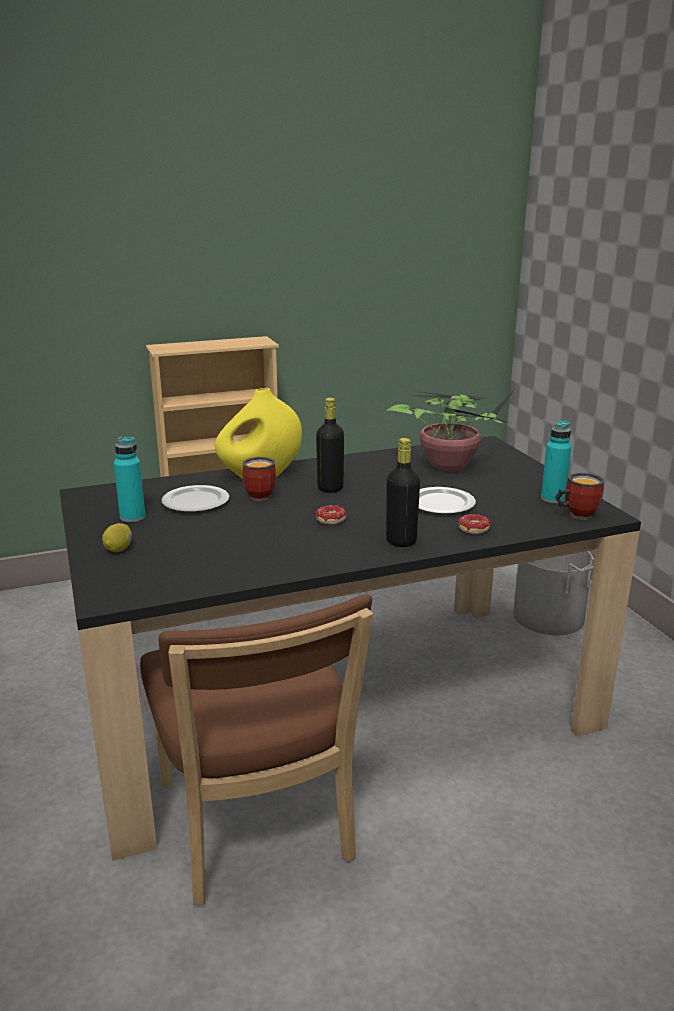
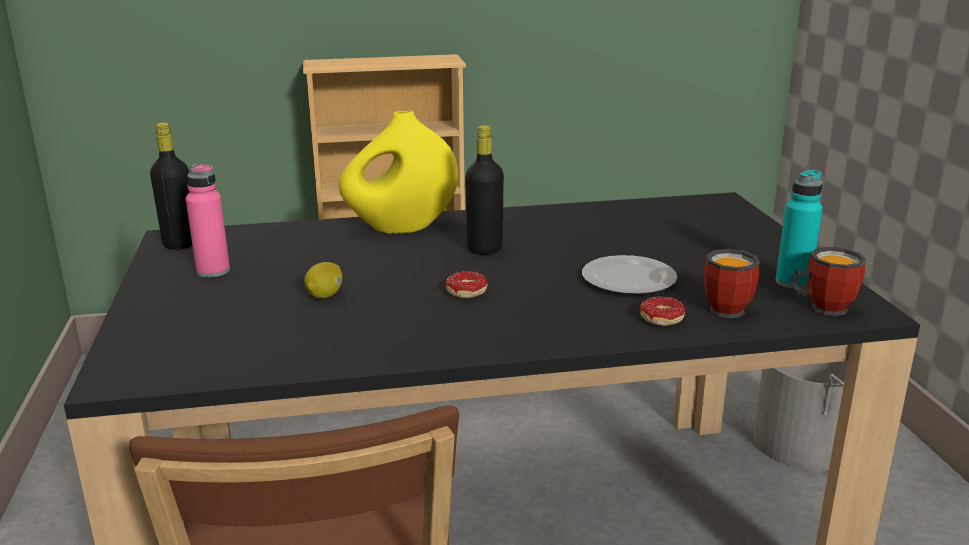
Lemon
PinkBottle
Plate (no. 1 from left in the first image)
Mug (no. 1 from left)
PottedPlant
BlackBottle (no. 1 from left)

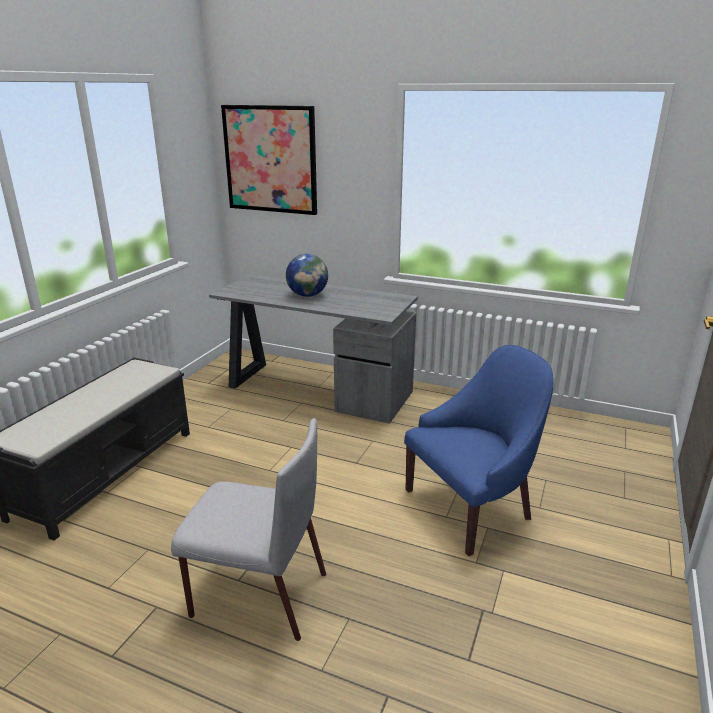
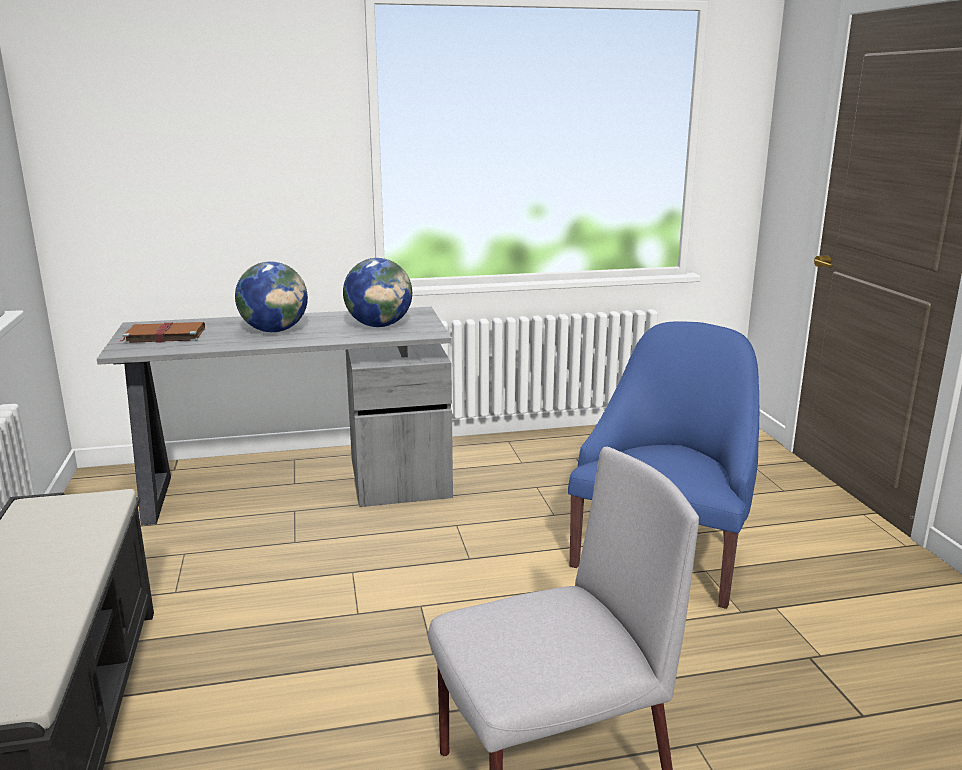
Picture
BrownBook
Globe (no. 2 from left)

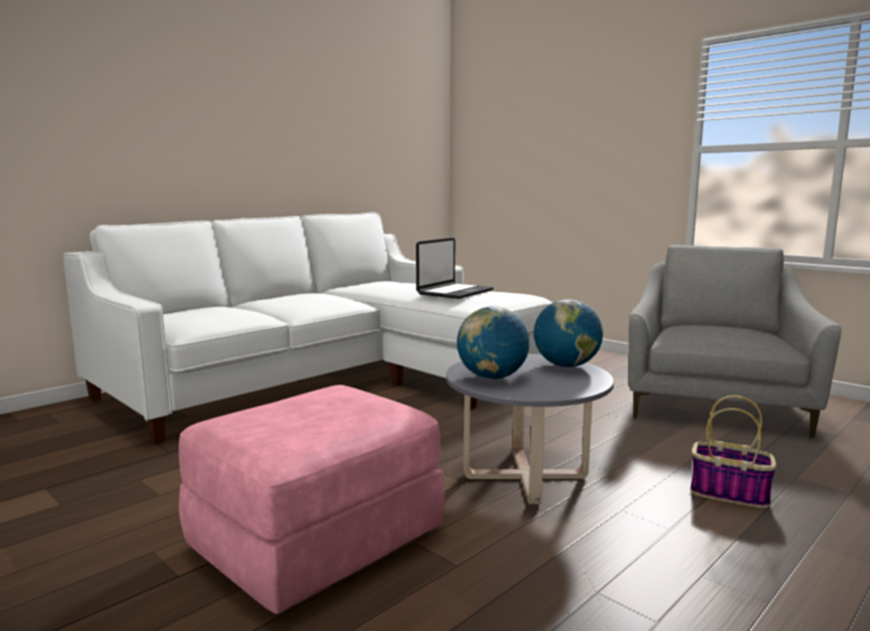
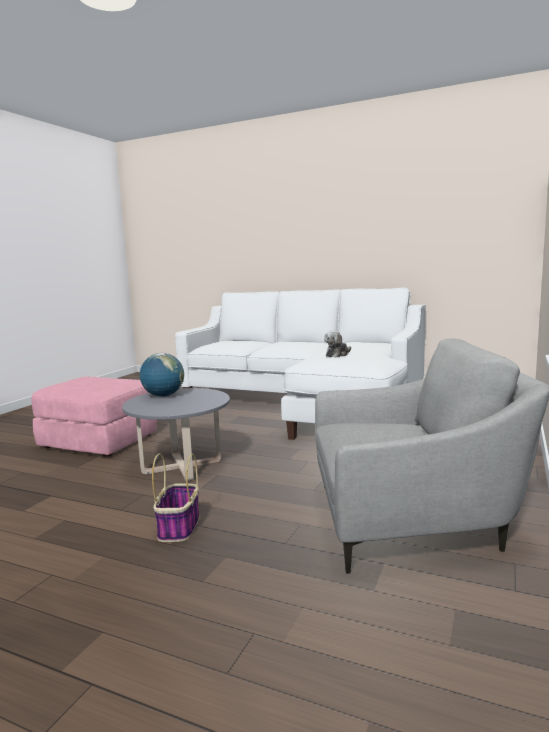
PlushToy
Globe (no. 2 from left in the first image)

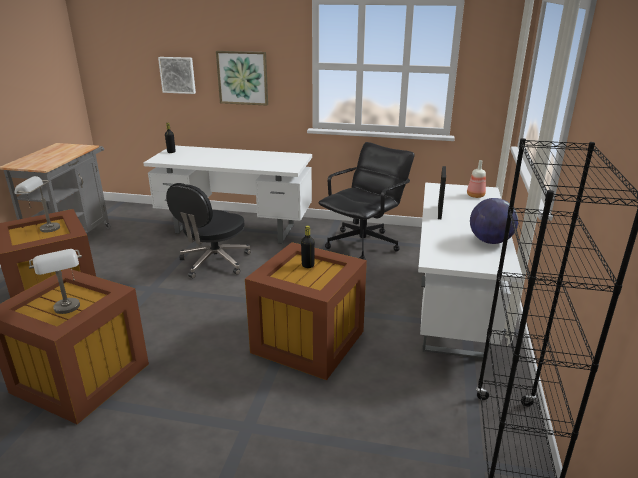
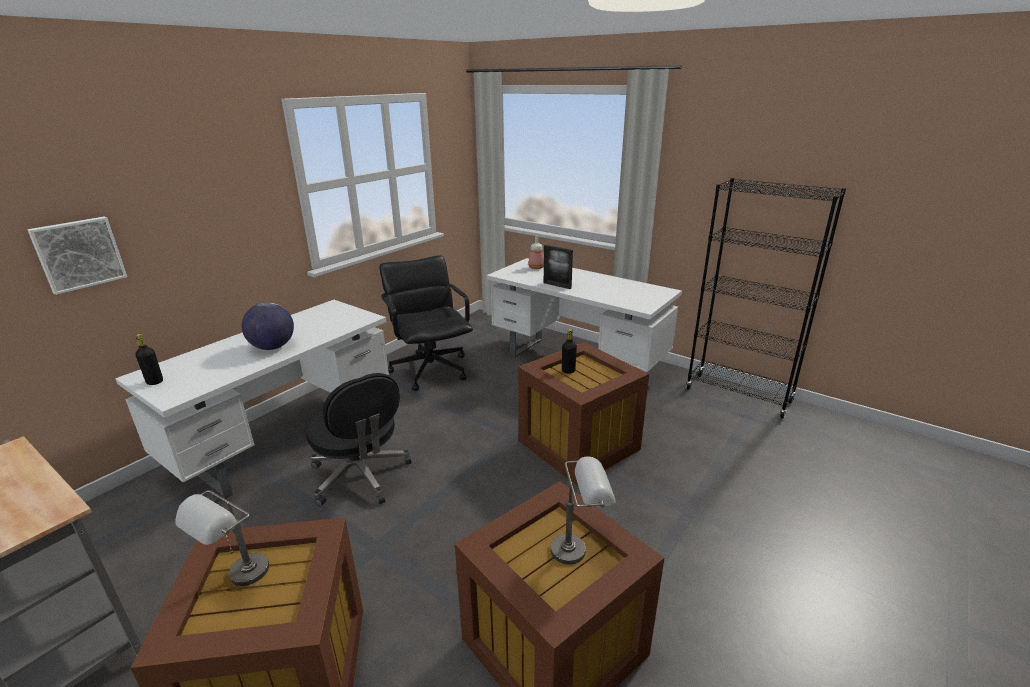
Picture (no. 2 from left in the first image)
Globe

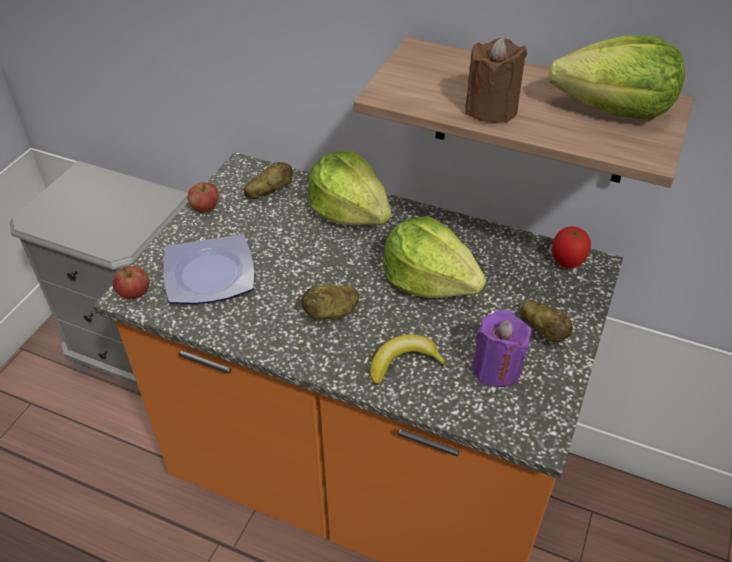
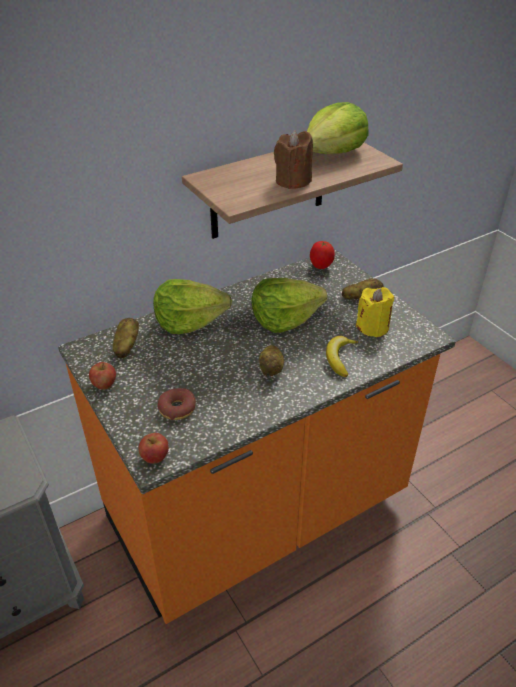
Donut
YellowCandle

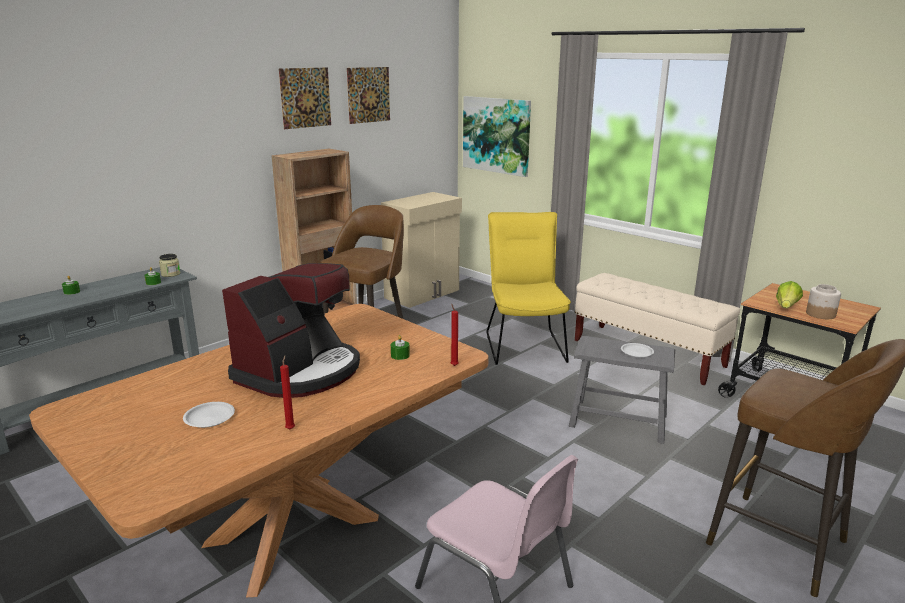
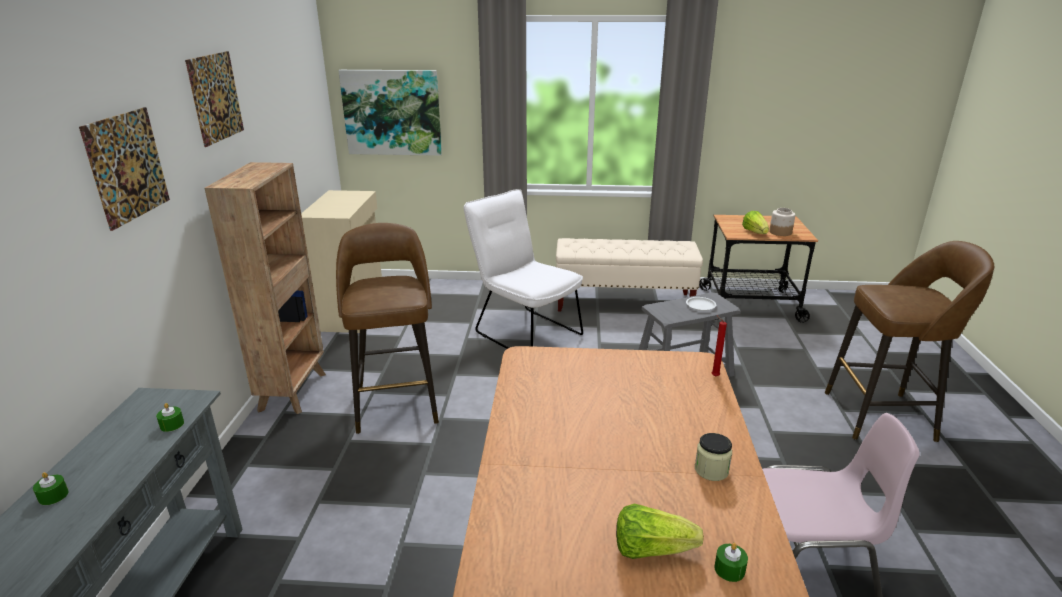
Jar (no. 1 from left)
Lettuce (no. 1 from left)
CoffeeMachine
RedCandle (no. 1 from left in the first image)
Picture (no. 1 from left)
GreenCandle (no. 3 from left)
WhiteChair

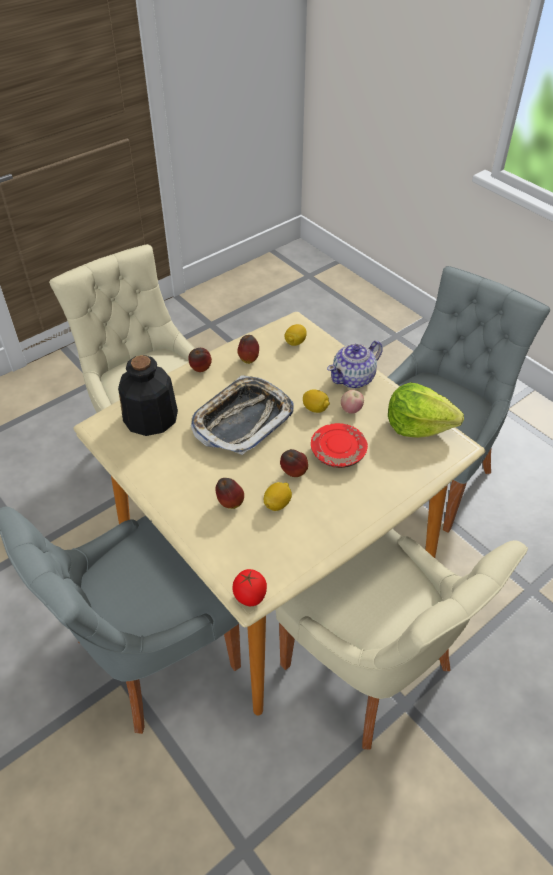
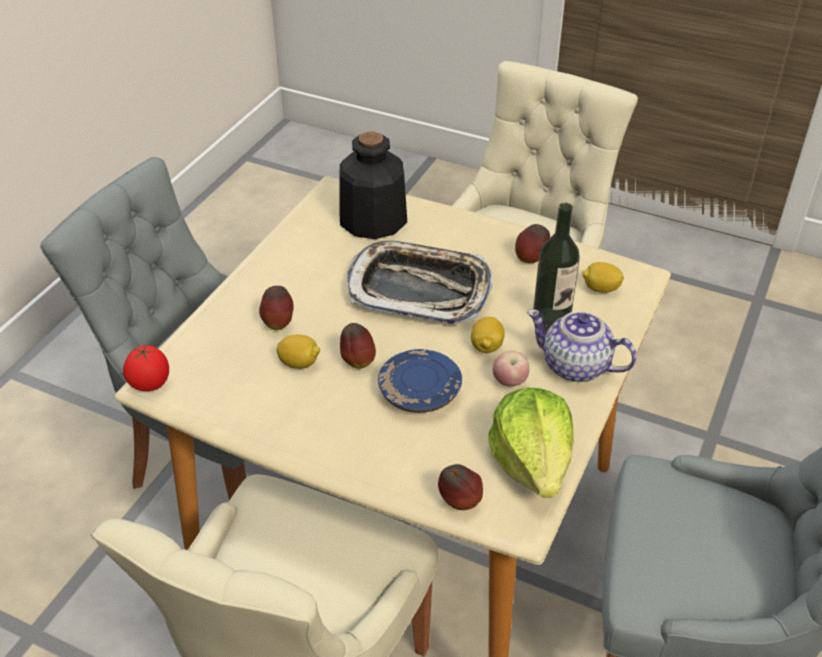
Apple (no. 3 from left)
BluePlate
Bottle (no. 2 from left)

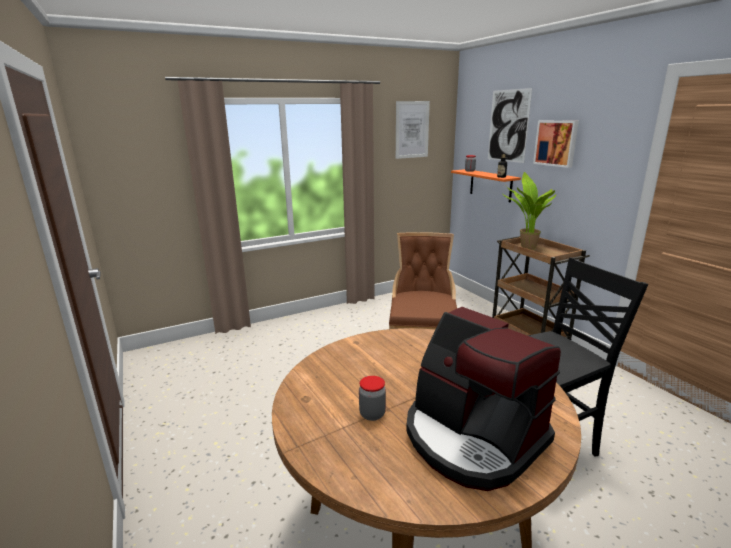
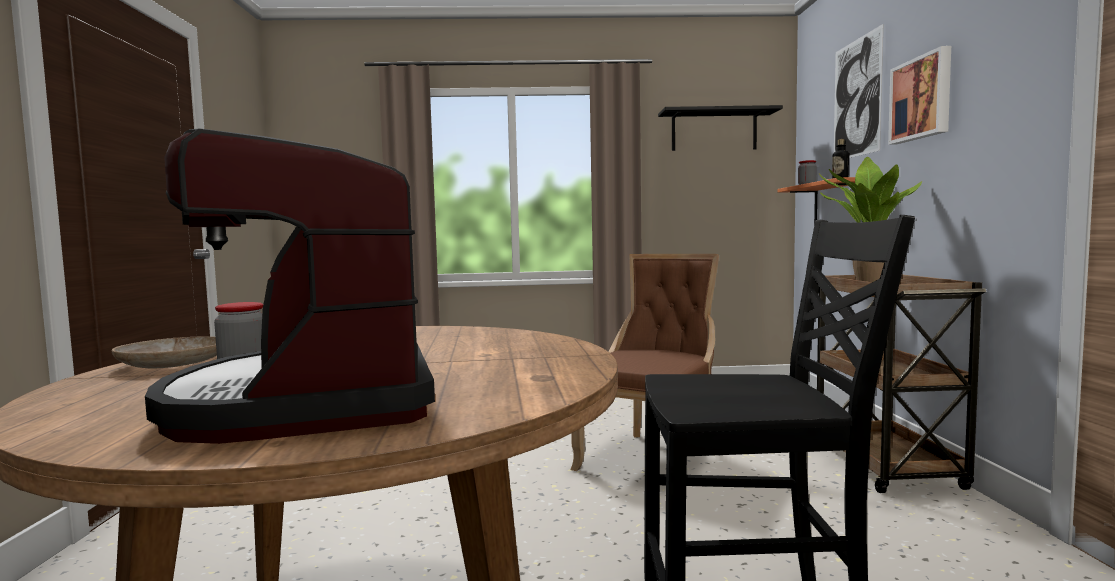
BlackShelf
BeigePlate

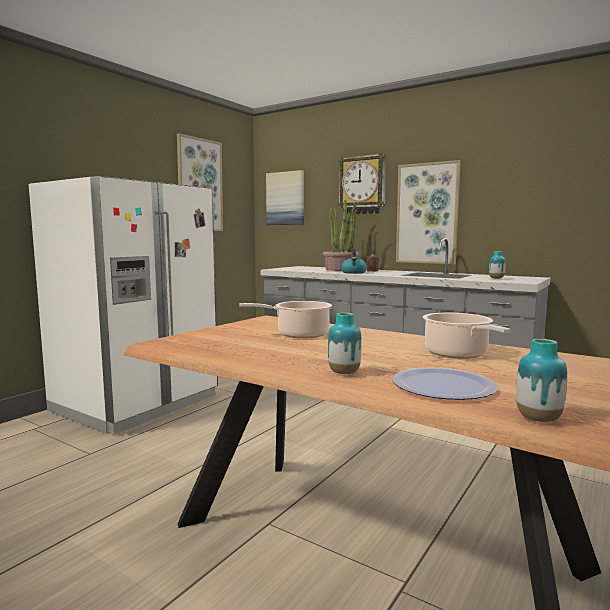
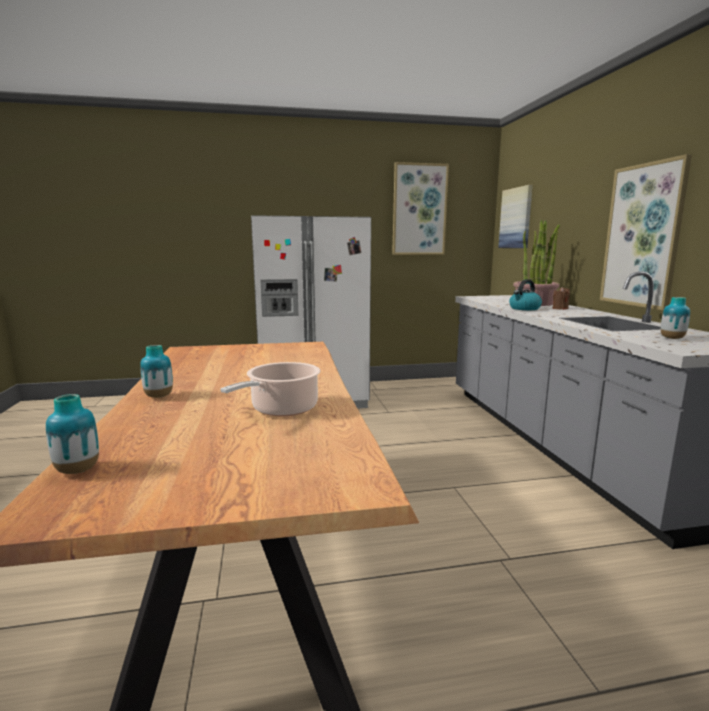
CookingPot (no. 1 from left in the first image)
WallClock
Plate

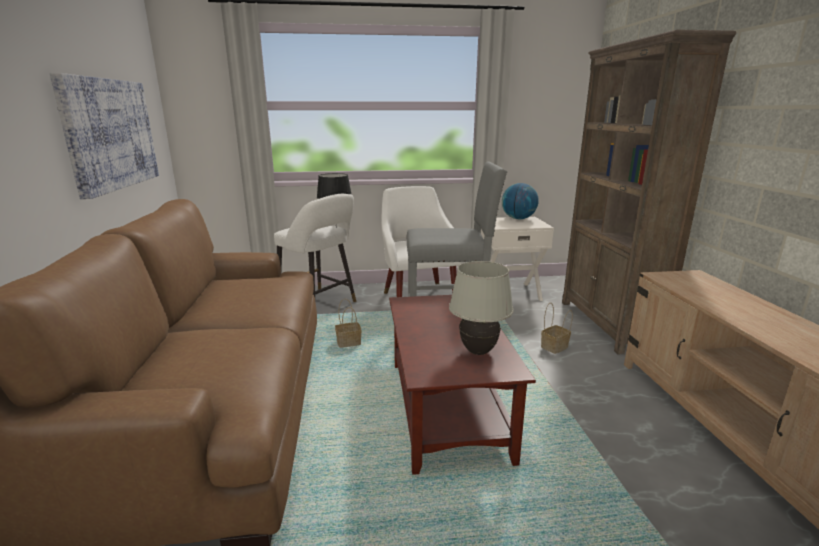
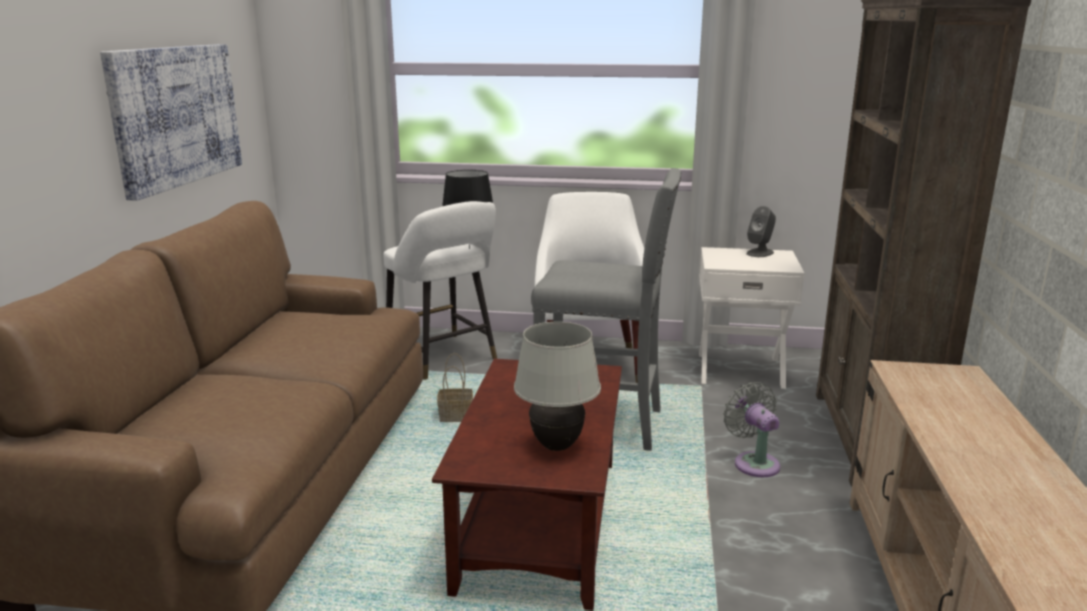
GreySpeaker
GreyFan

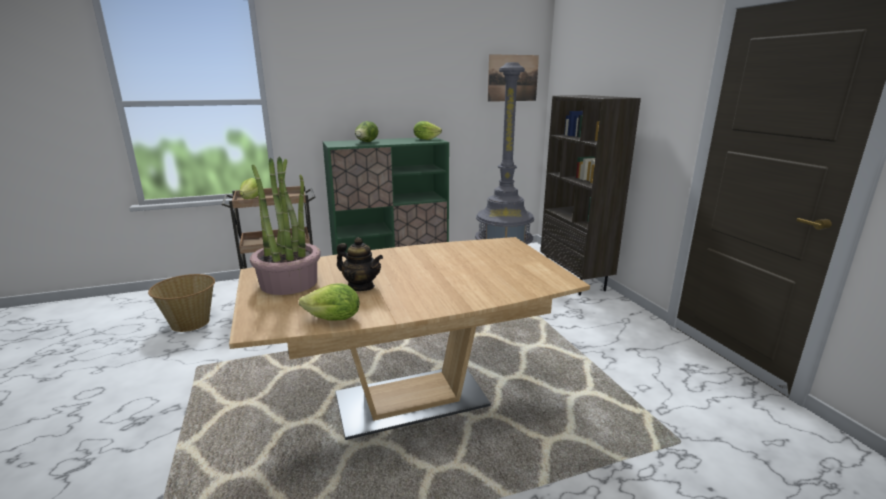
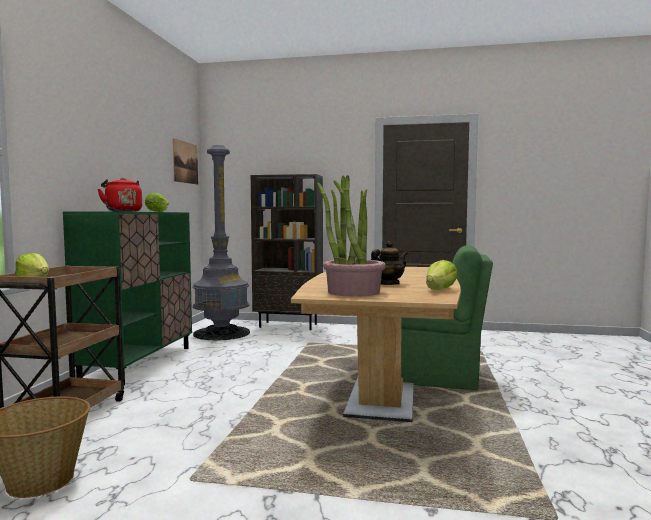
RedKettle
GreenChair

